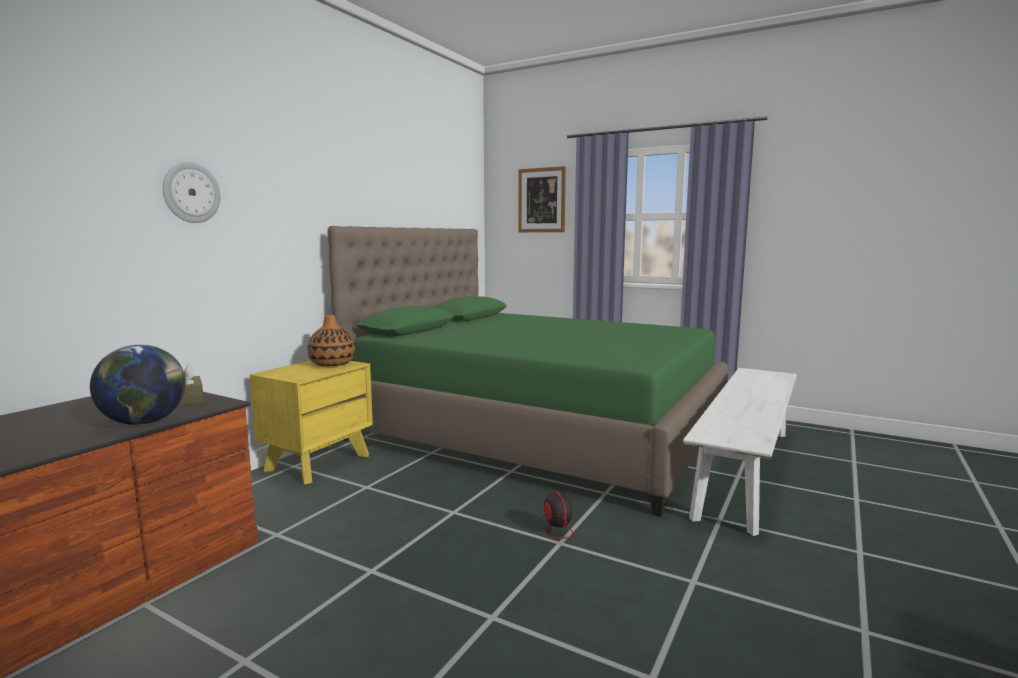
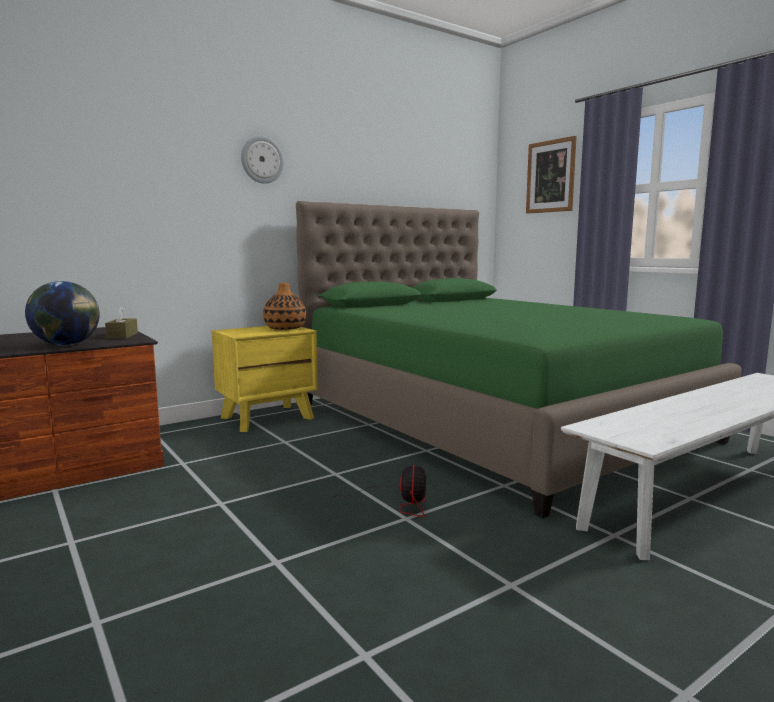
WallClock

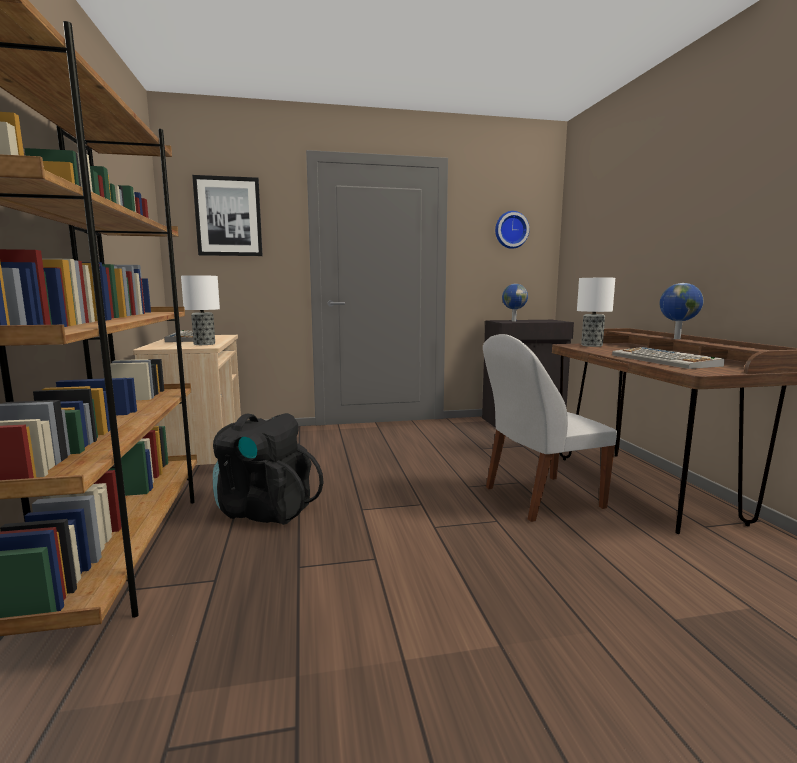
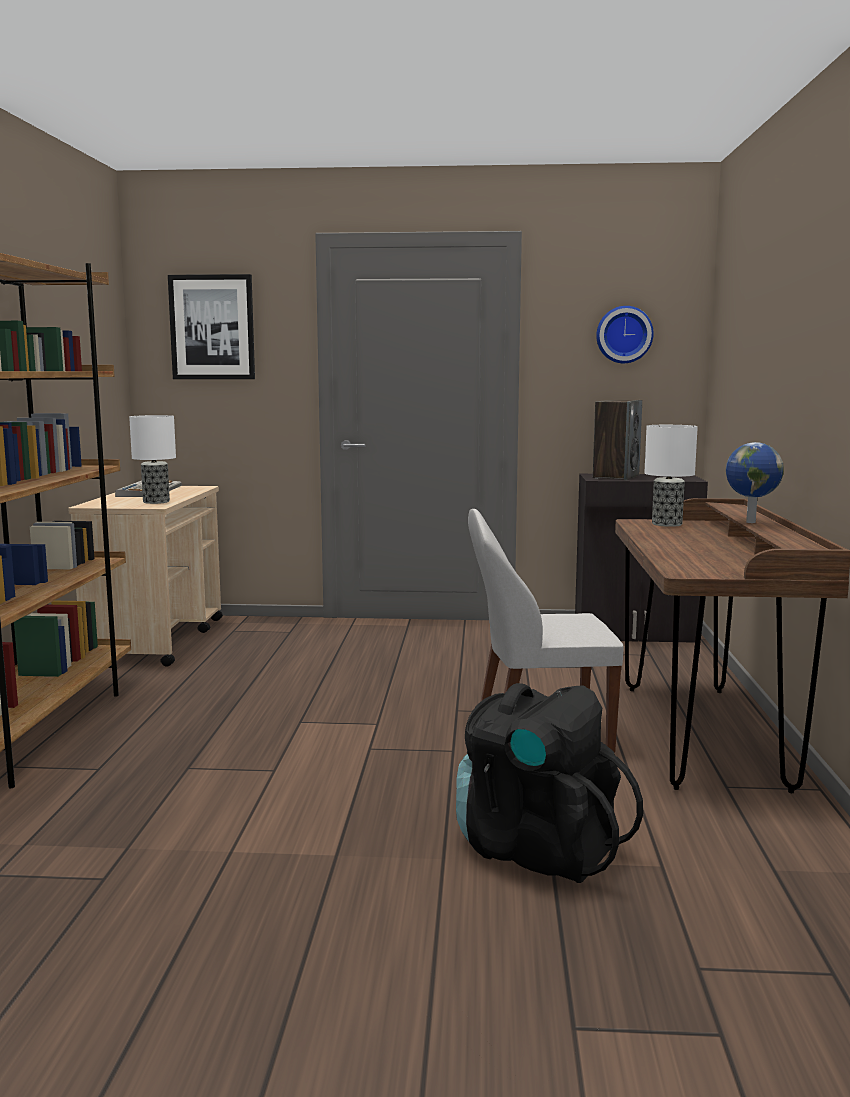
BlackBackpack
Speaker
Keyboard (no. 2 from left in the first image)

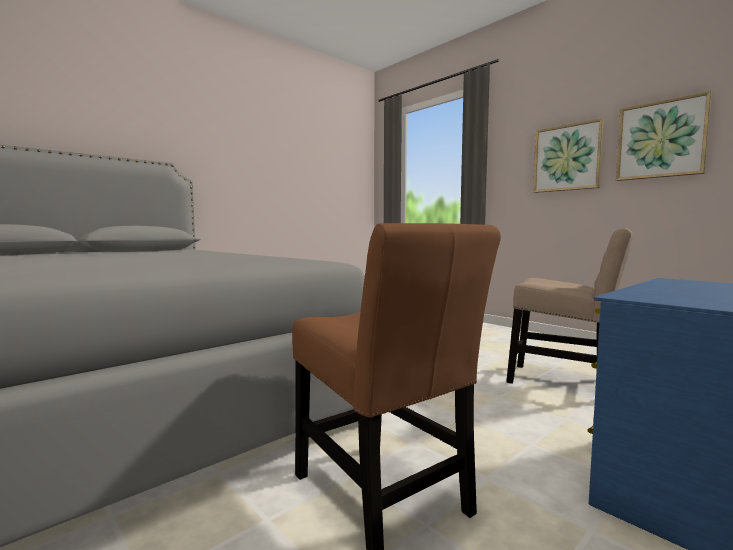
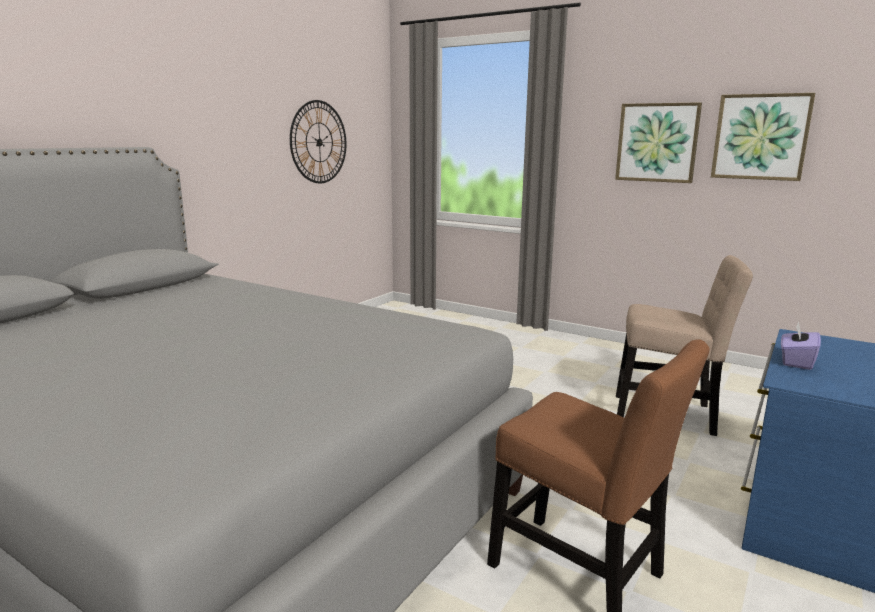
WallClock
PurpleTissueBox

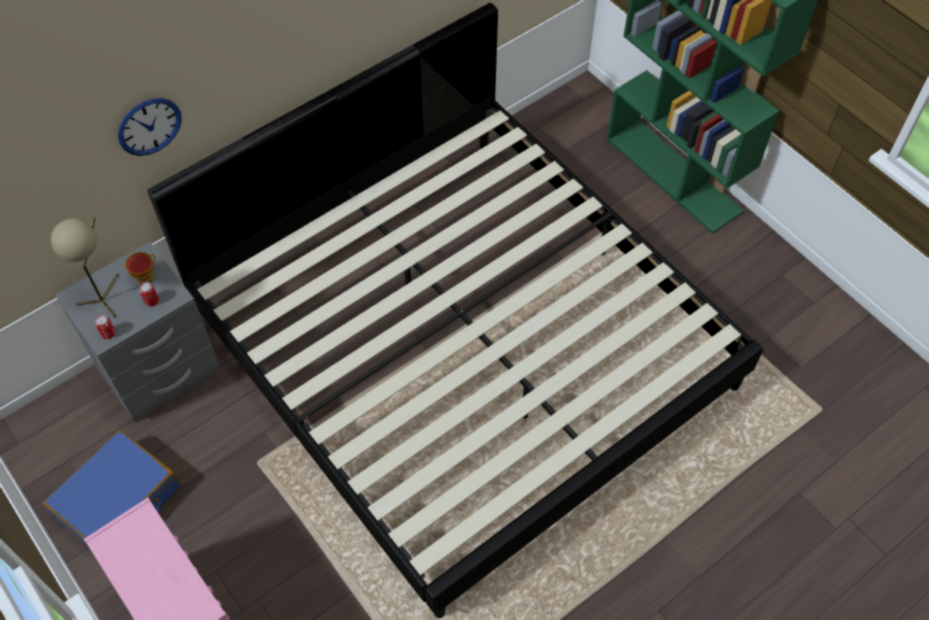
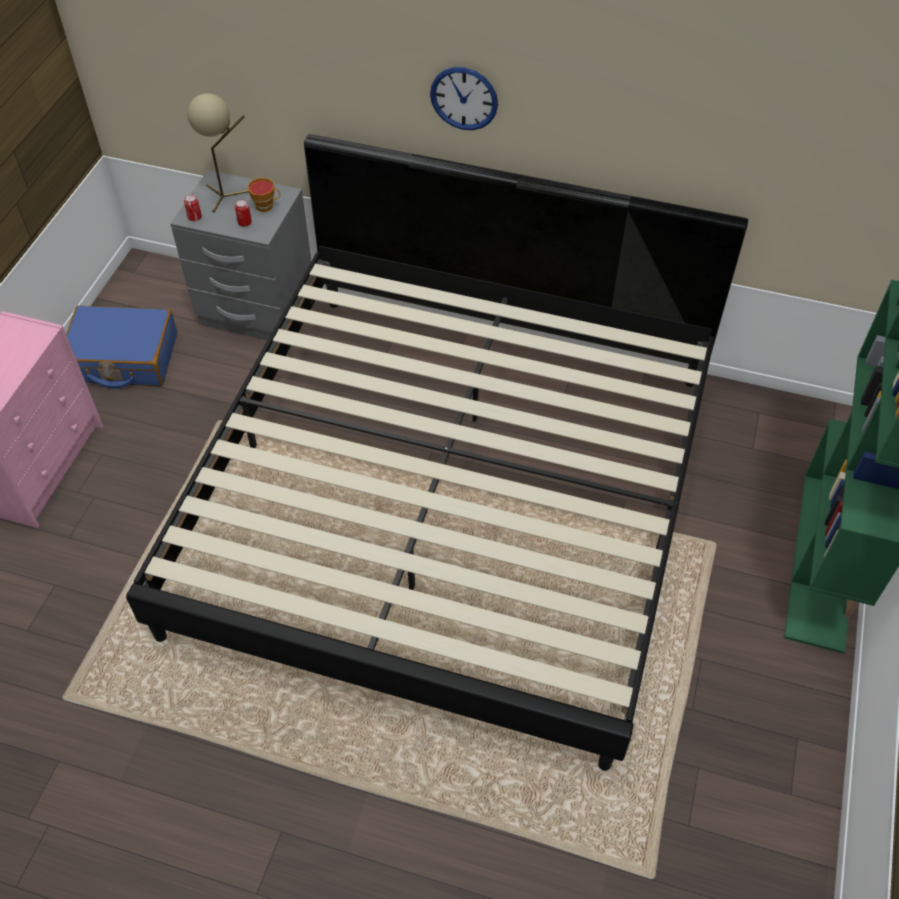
WallClock

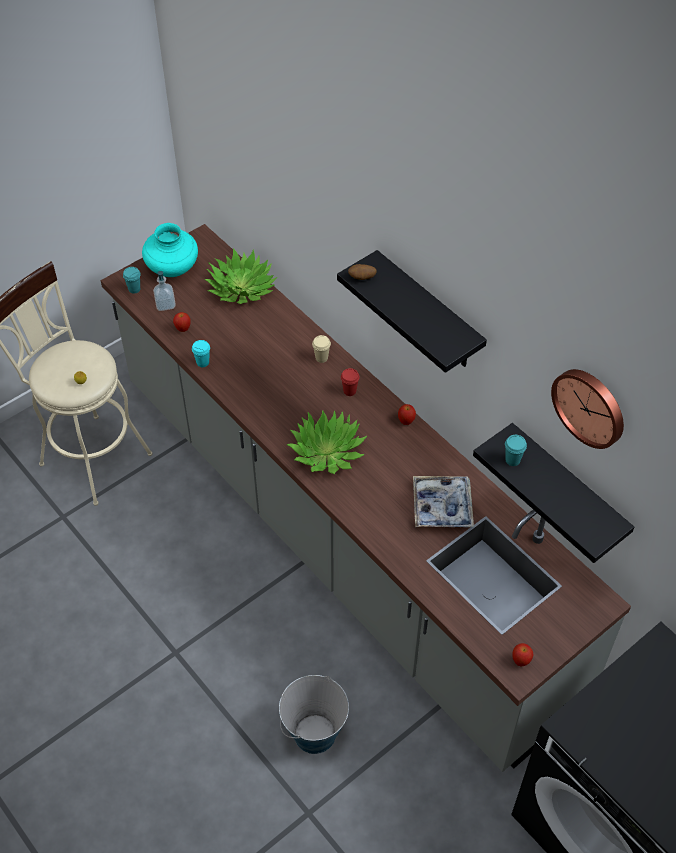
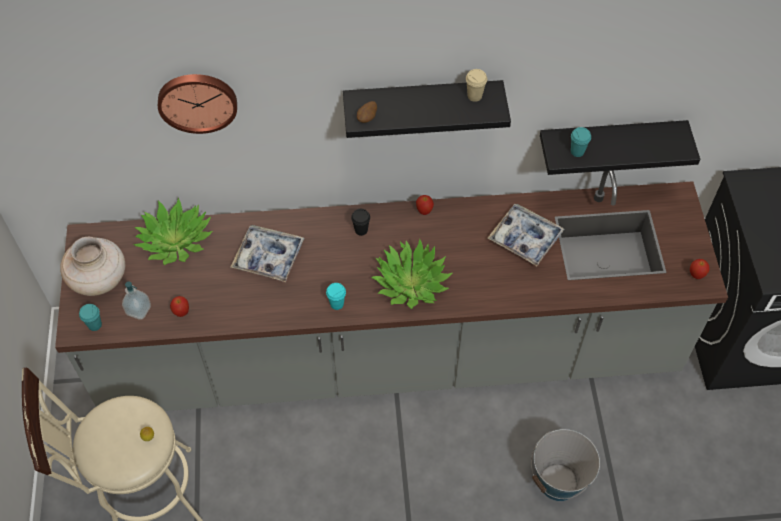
BeigeVase
TurquoiseCup (no. 2 from left)
BeigeCup
BlackCup
WallClock
Tray (no. 1 from left)

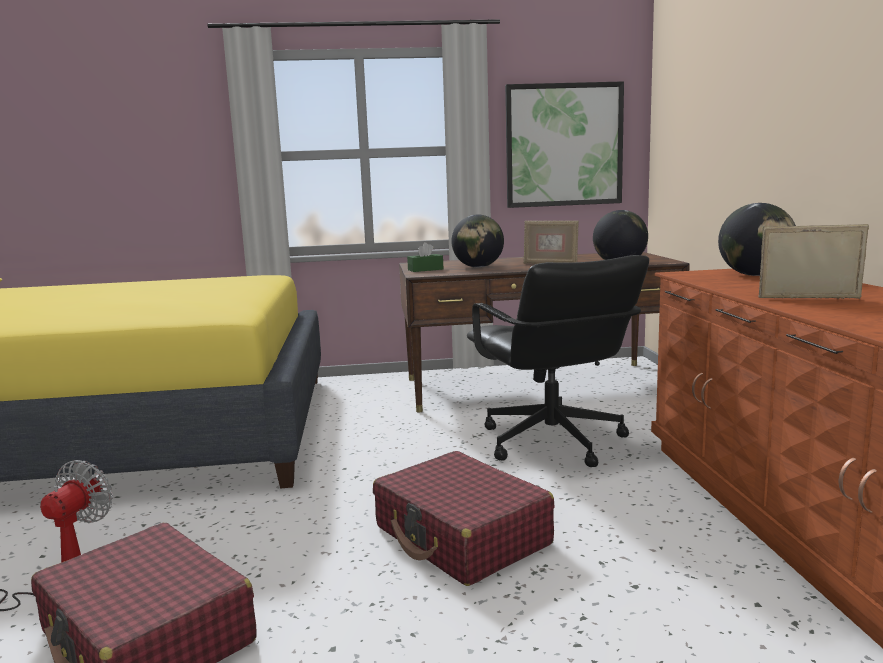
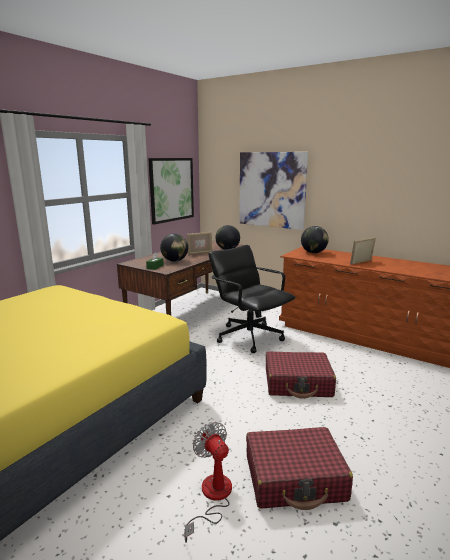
BlackOfficeChair
Picture (no. 2 from left)

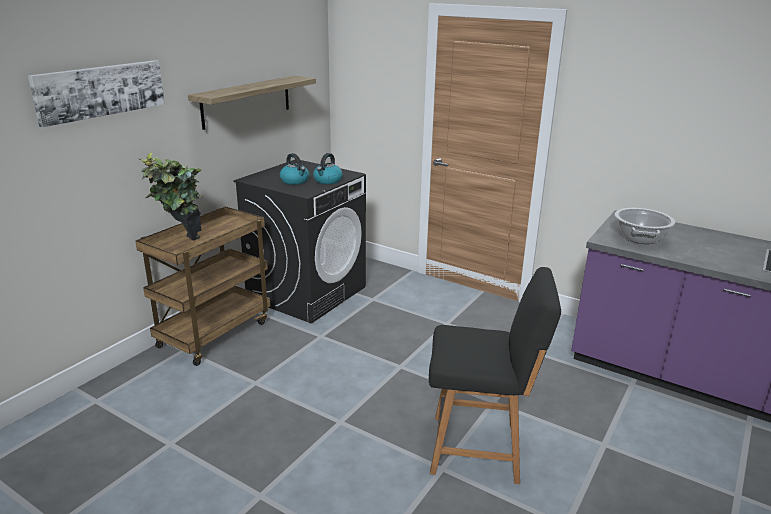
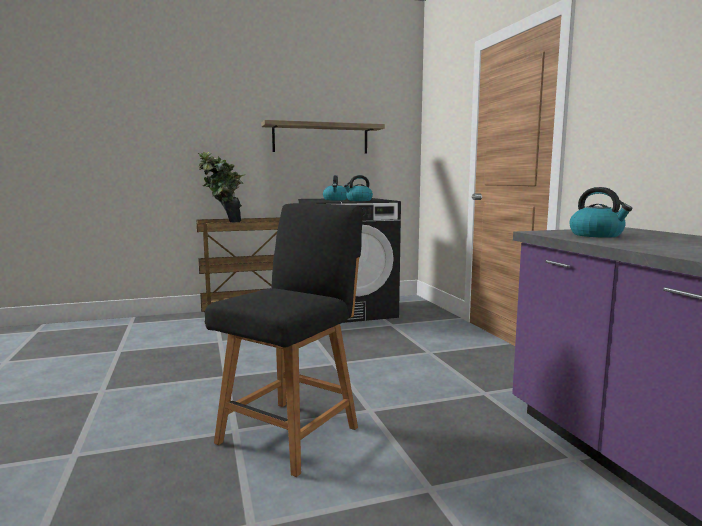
Picture
BlackChair
Kettle (no. 3 from left)

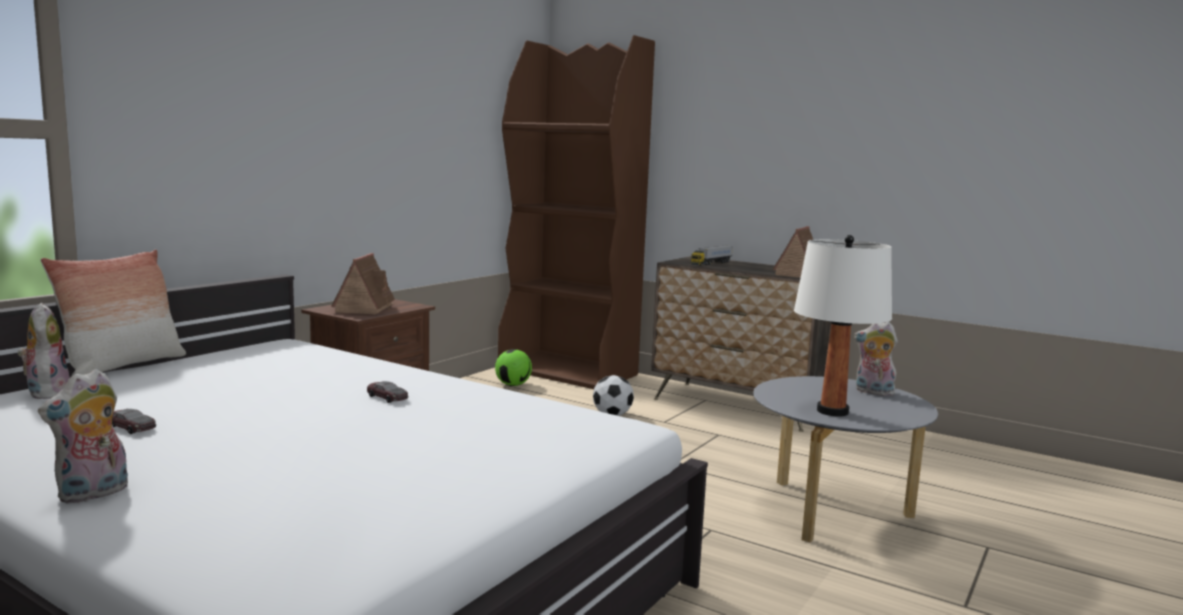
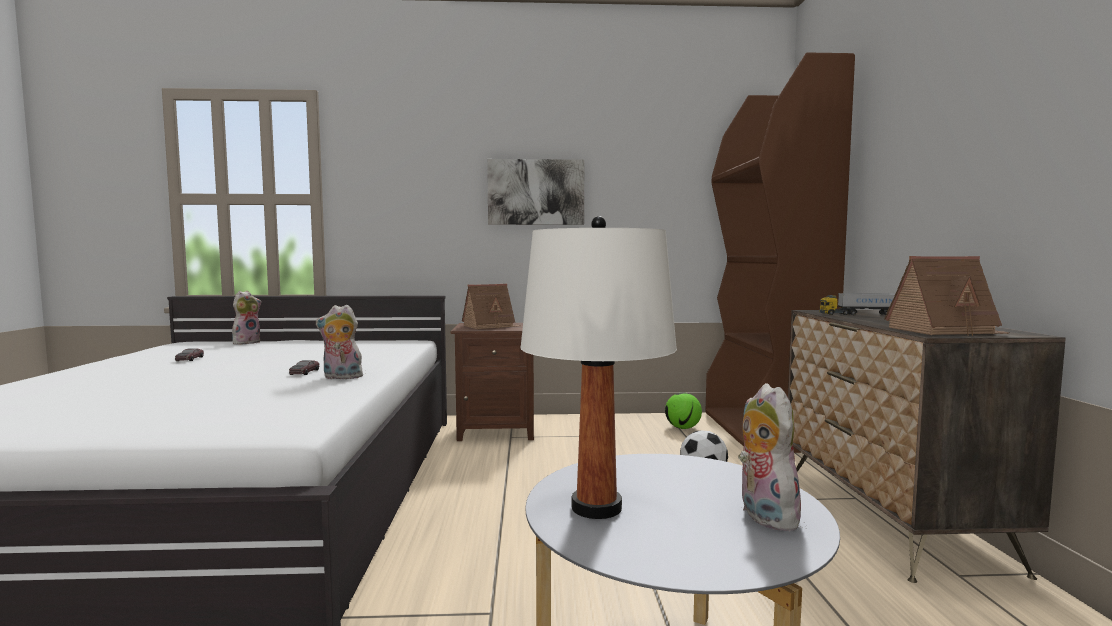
PlushToy (no. 2 from left)
Pillow
Picture

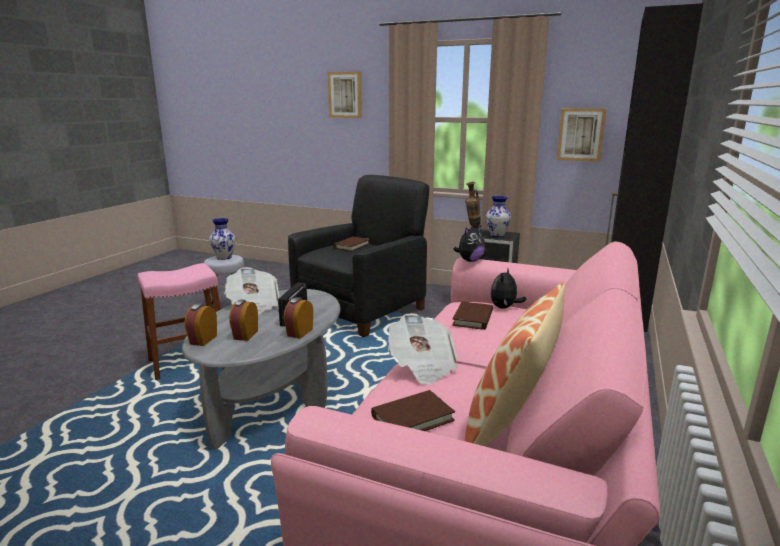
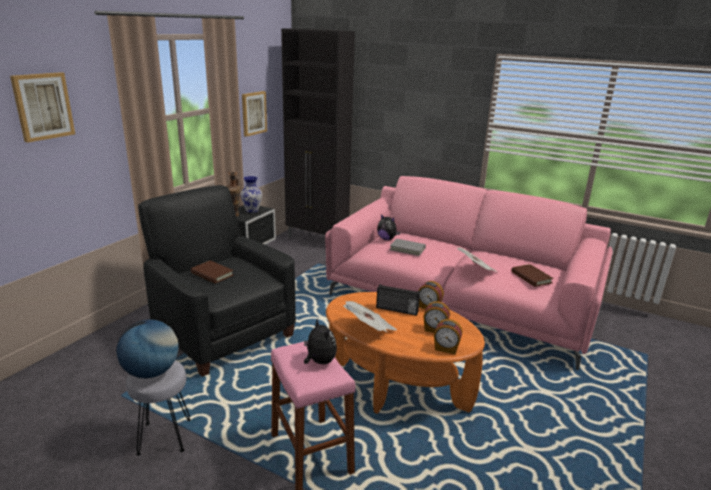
OrangeCoffeeTable
Globe
GreyBook
PlushToy (no. 1 from left)
Pillow

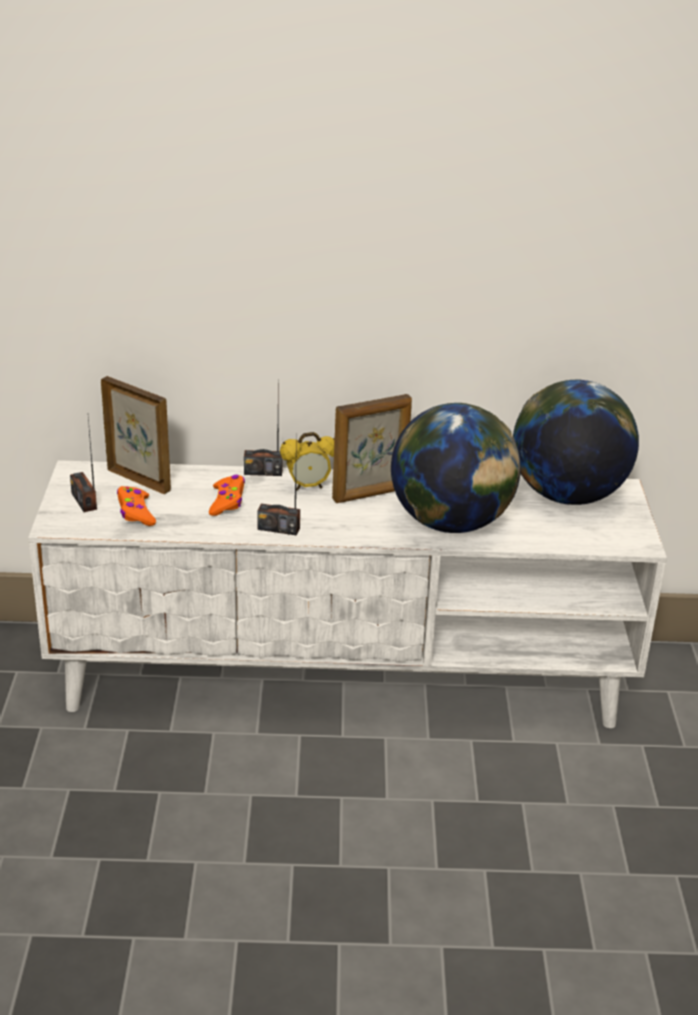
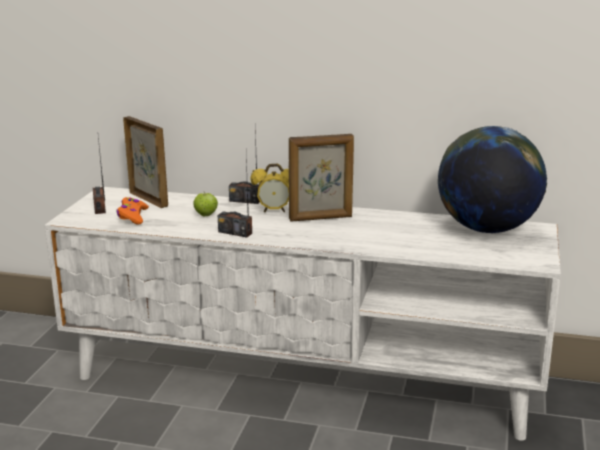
Apple
Globe (no. 1 from left in the first image)

